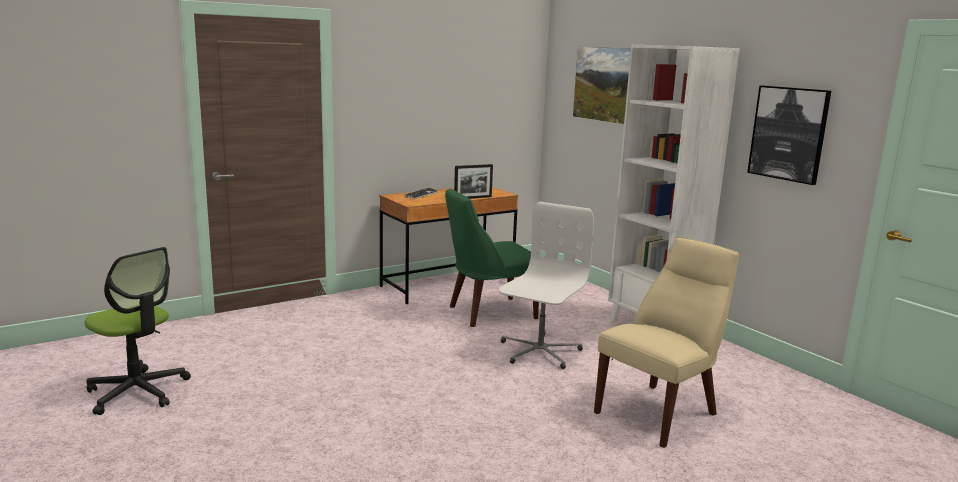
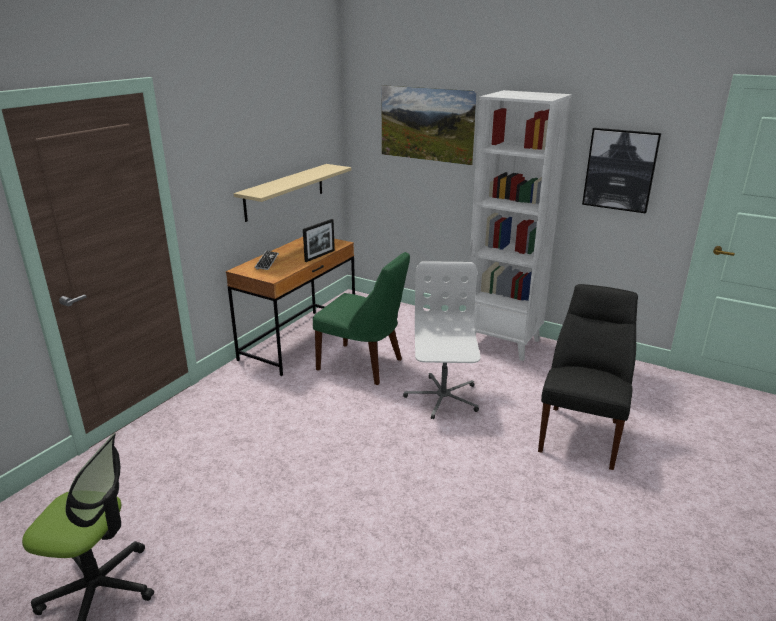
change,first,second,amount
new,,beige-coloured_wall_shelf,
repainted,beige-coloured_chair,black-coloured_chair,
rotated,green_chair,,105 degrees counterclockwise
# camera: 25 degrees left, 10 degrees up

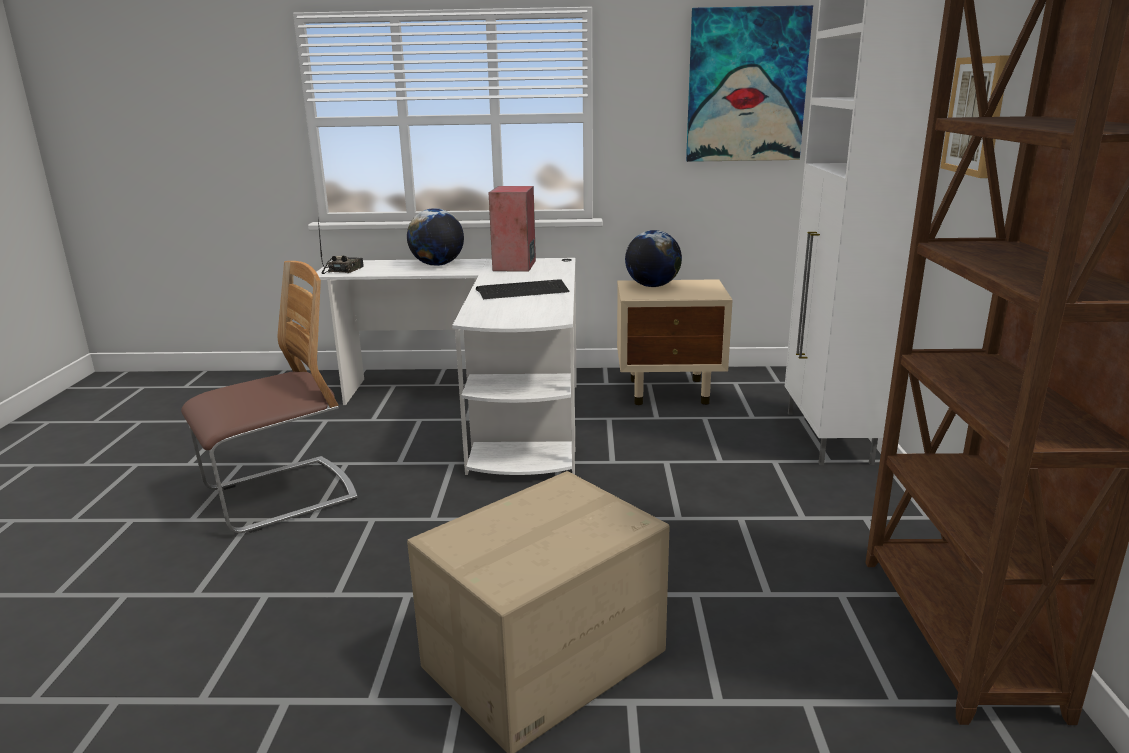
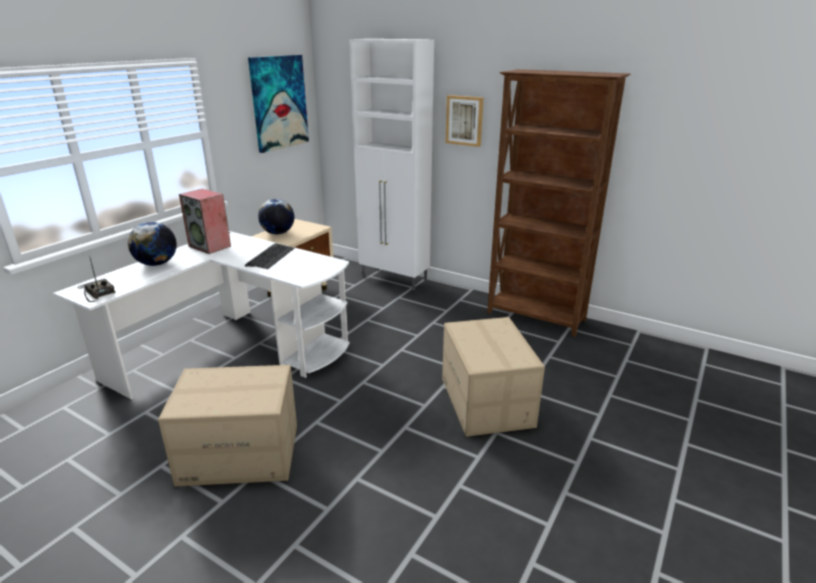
change,first,second,amount
swapped,chair,carton (no. 1 from left),
# camera: 60 degrees left, 5 degrees up

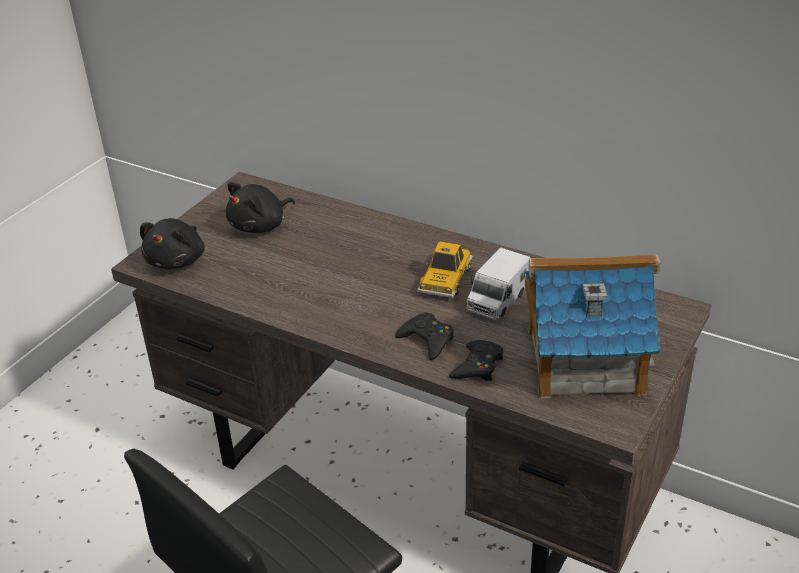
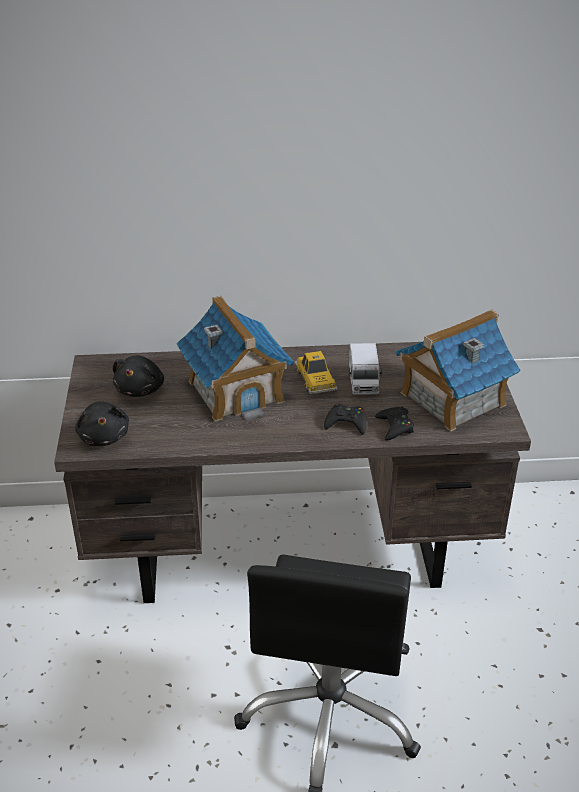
change,first,second,amount
new,,model_house (no. 1 from left),
# camera: 35 degrees left, 0 degrees up

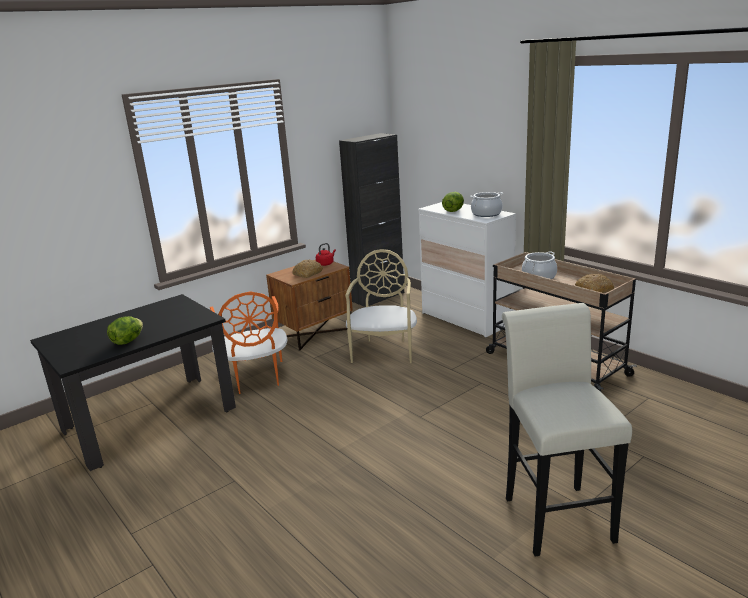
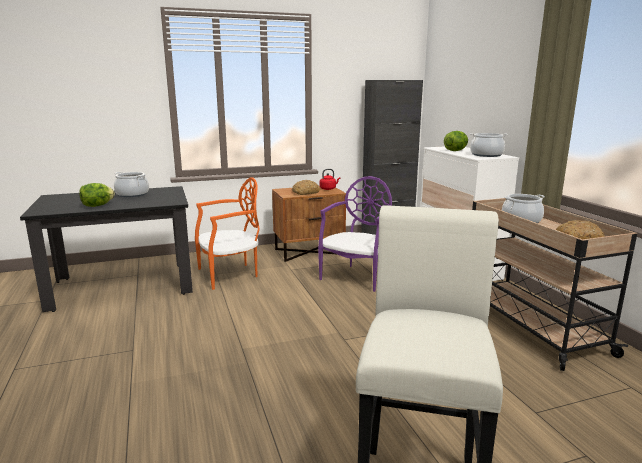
change,first,second,amount
new,,saucepot (no. 1 from left),
repainted,beige-coloured_chair,purplish_chair,
rotated,orange_chair,,120 degrees counterclockwise
# camera: 20 degrees right, 5 degrees down

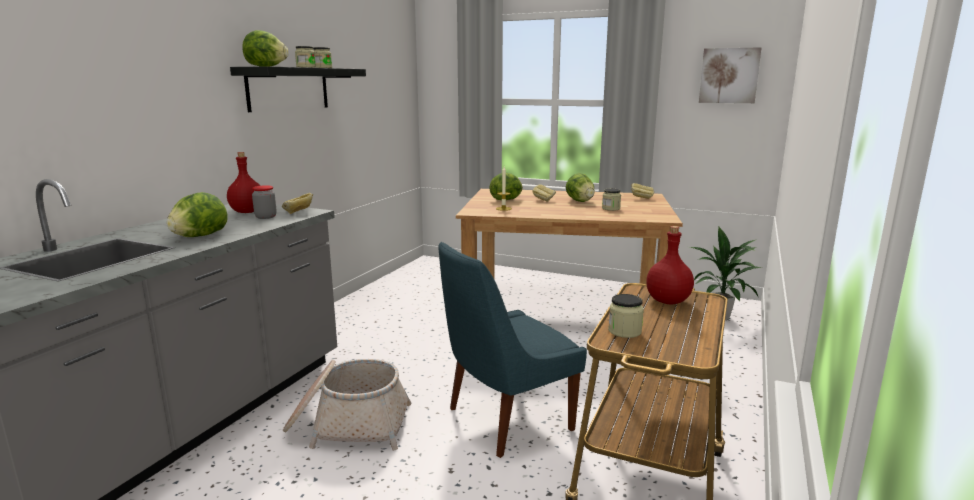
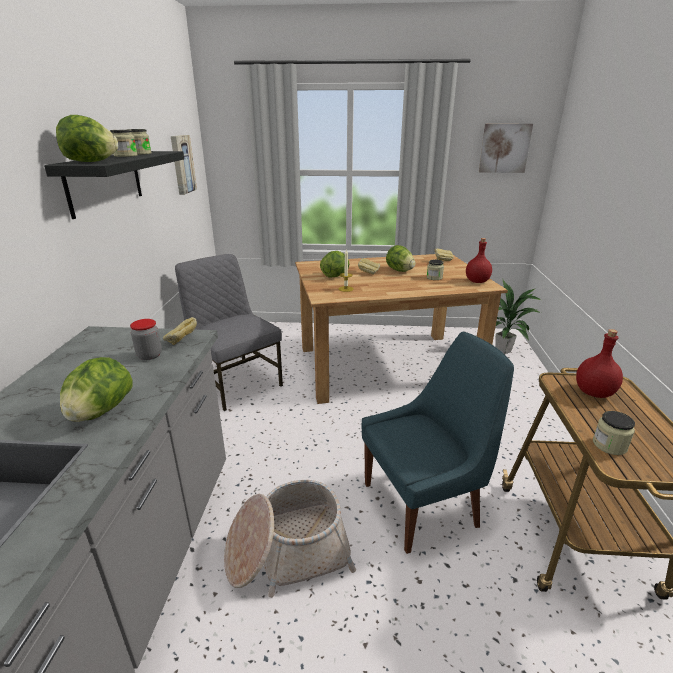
change,first,second,amount
new,,wall_art (no. 1 from left),
new,,grey_chair,
shifted,reddish_bottle (no. 1 from left),,
rotated,blue-coloured_chair,,150 degrees counterclockwise
# camera: 20 degrees left, 10 degrees up

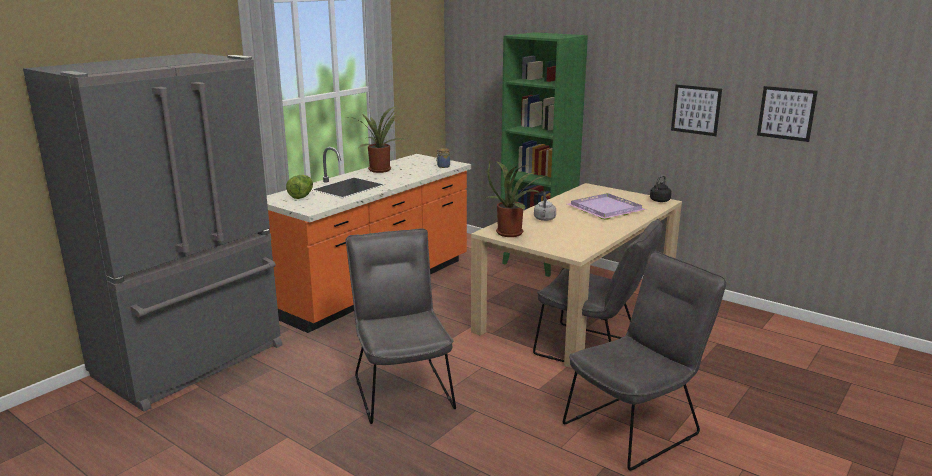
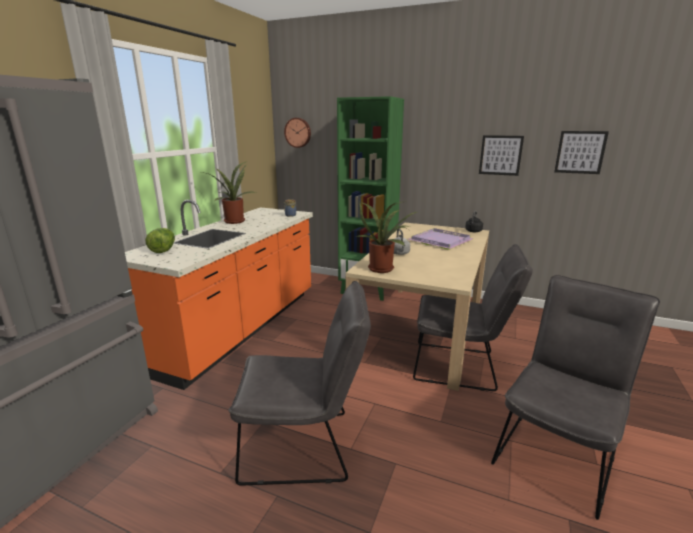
change,first,second,amount
new,,wall_clock,
rotated,grey_chair (no. 1 from left),,120 degrees clockwise
# camera: 15 degrees left, 0 degrees up

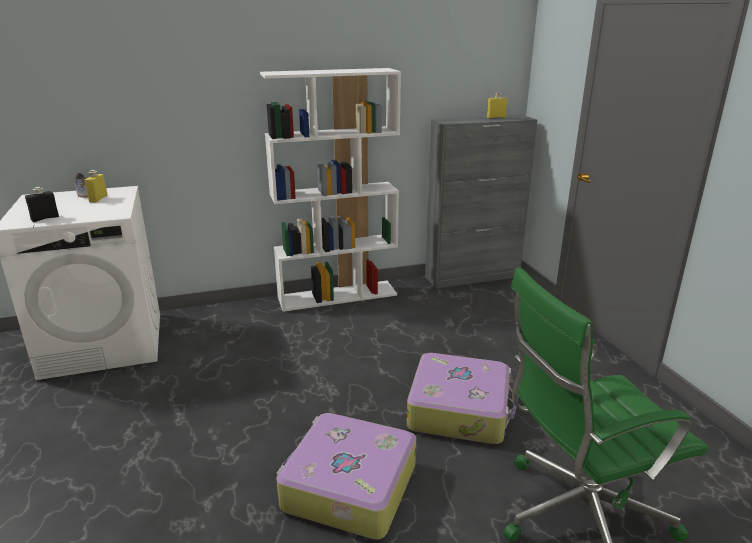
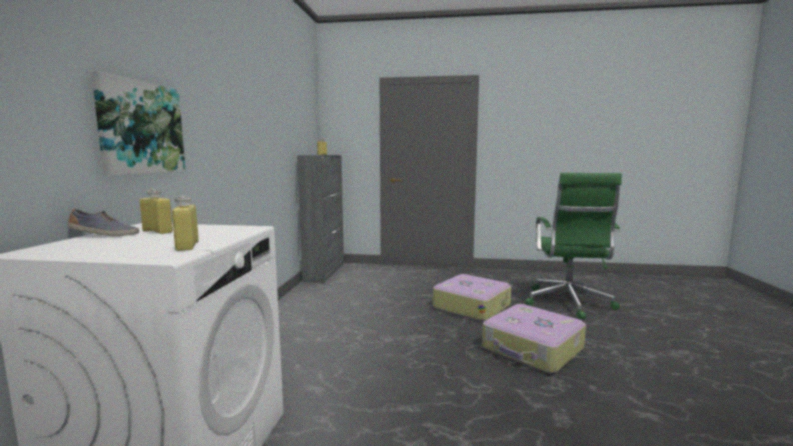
change,first,second,amount
gone,whitish_bookshelf,,
new,,wall_art,
repainted,black-coloured_bottle,yellow_bottle (no. 2 from left),
# camera: 65 degrees left, 15 degrees down

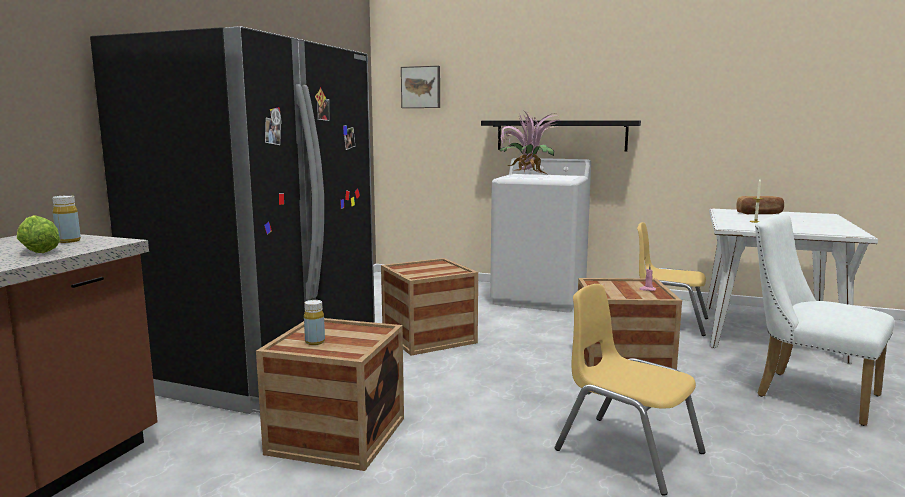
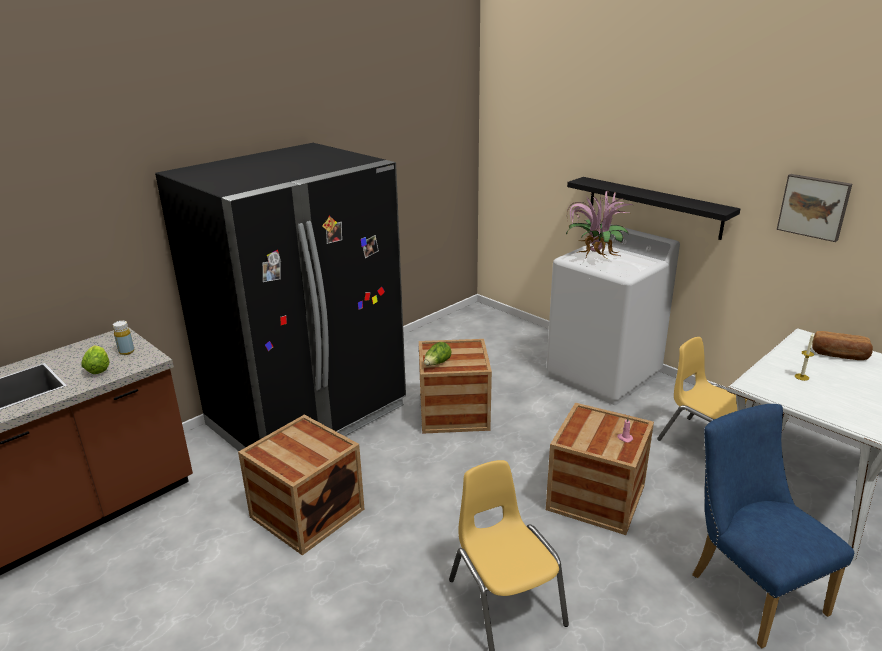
change,first,second,amount
gone,yellow_bottle (no. 2 from left),,
new,,lettuce (no. 2 from left),
shifted,wall_art,,
repainted,whitish_chair,blue-coloured_chair,
# camera: 25 degrees right, 15 degrees up

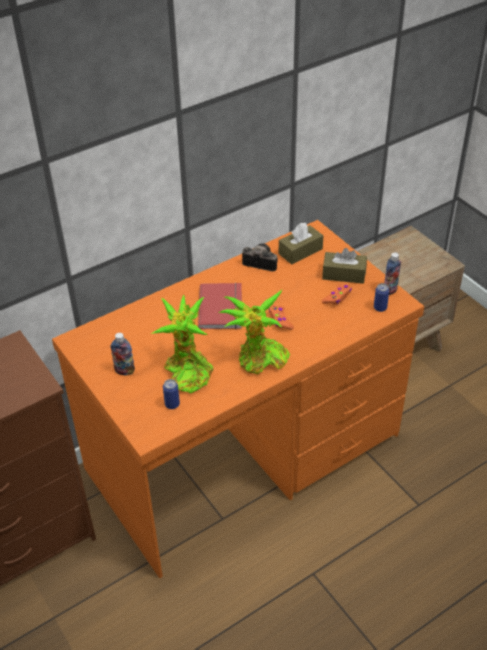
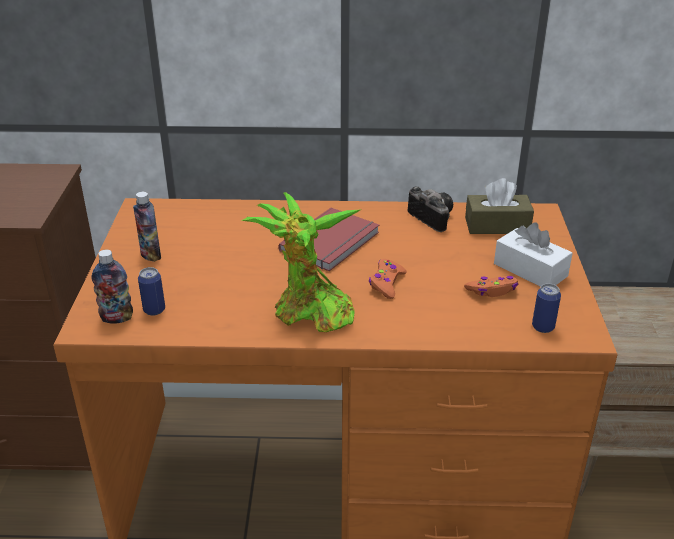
change,first,second,amount
gone,houseplant (no. 1 from left),,
shifted,bottle (no. 2 from left in the first image),bottle (no. 1 from left),
repainted,brown-coloured_tissue_holder (no. 2 from left),whitish_tissue_holder,
# camera: 35 degrees right, 10 degrees down

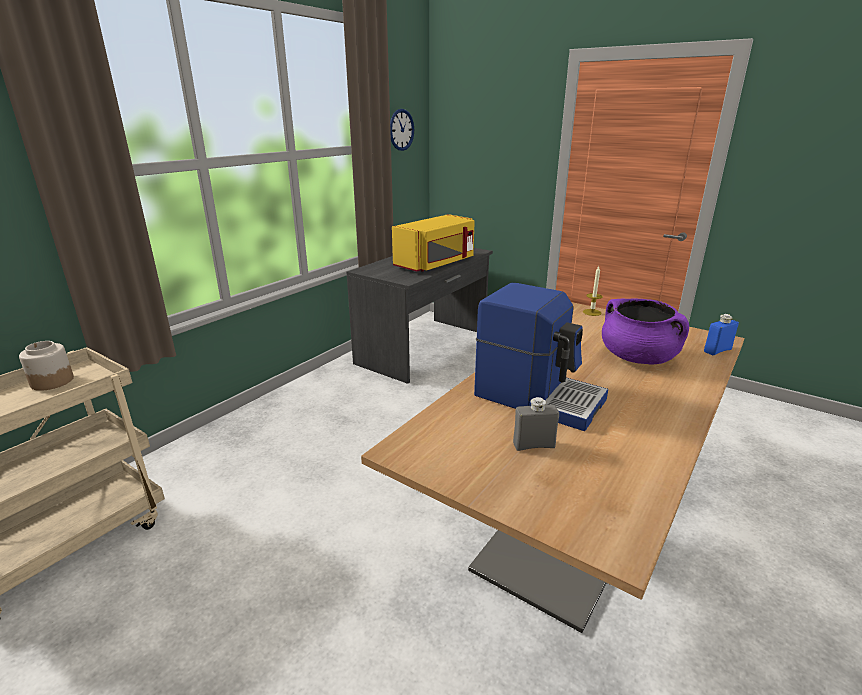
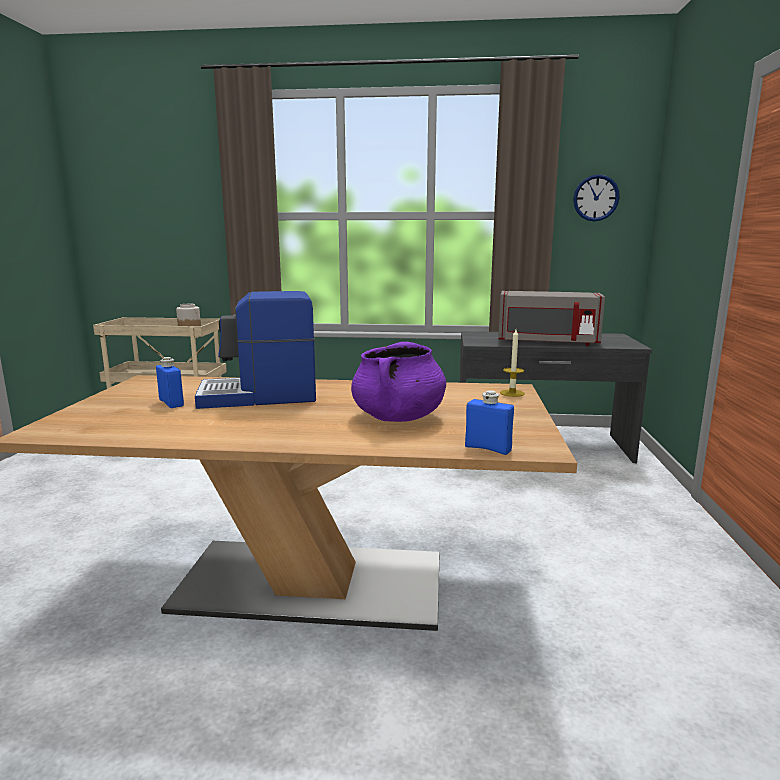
change,first,second,amount
repainted,yellow_microwave_oven,grey_microwave_oven,
repainted,grey_bottle,blue-coloured_bottle (no. 1 from left),
rotated,coffee_maker,,75 degrees clockwise
# camera: 60 degrees right, 10 degrees down

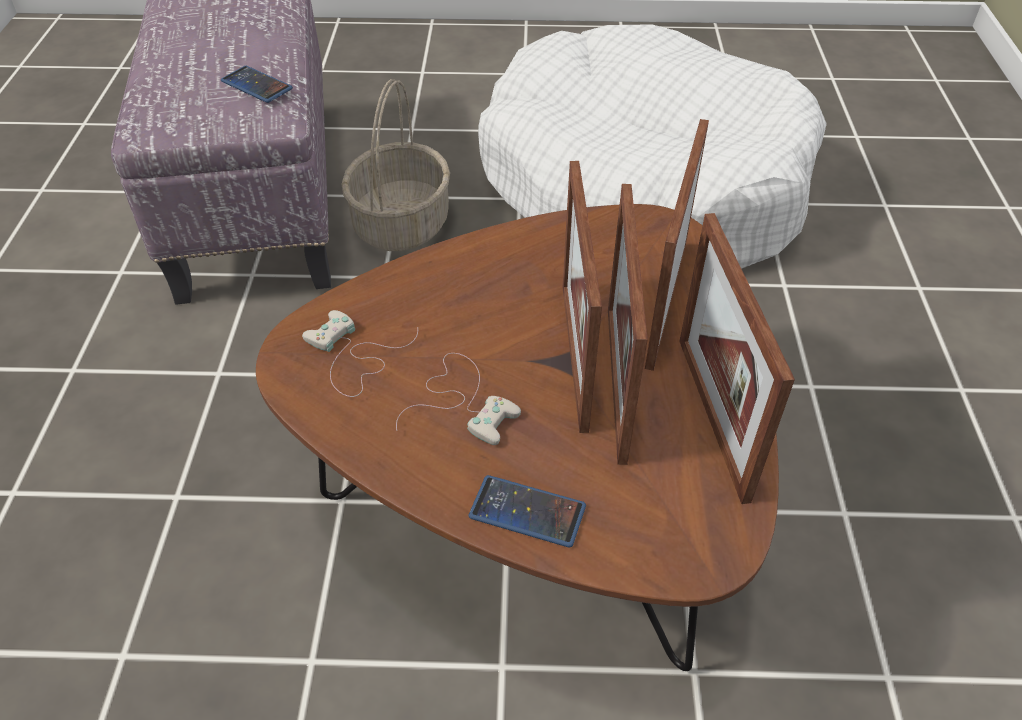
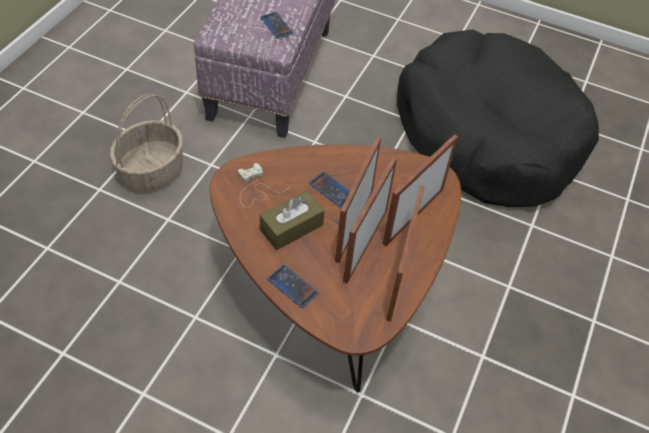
change,first,second,amount
new,,handset (no. 3 from left),
shifted,basket,,
swapped,whitish_game_controller (no. 2 from left),brown-coloured_tissue_holder,
repainted,whitish_dog_cushion,black-coloured_dog_cushion,
# camera: 20 degrees right, 5 degrees up

